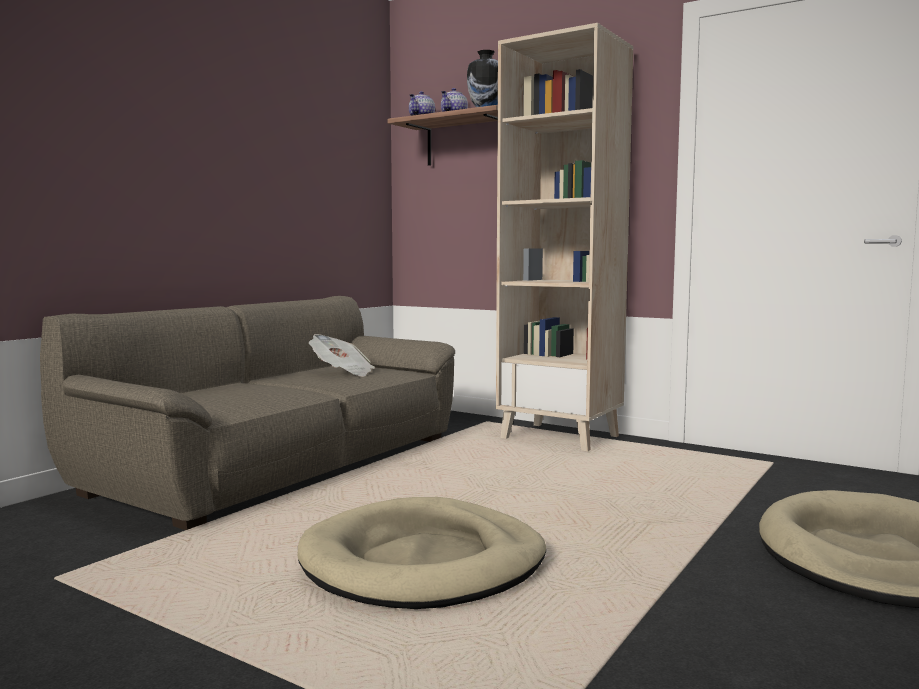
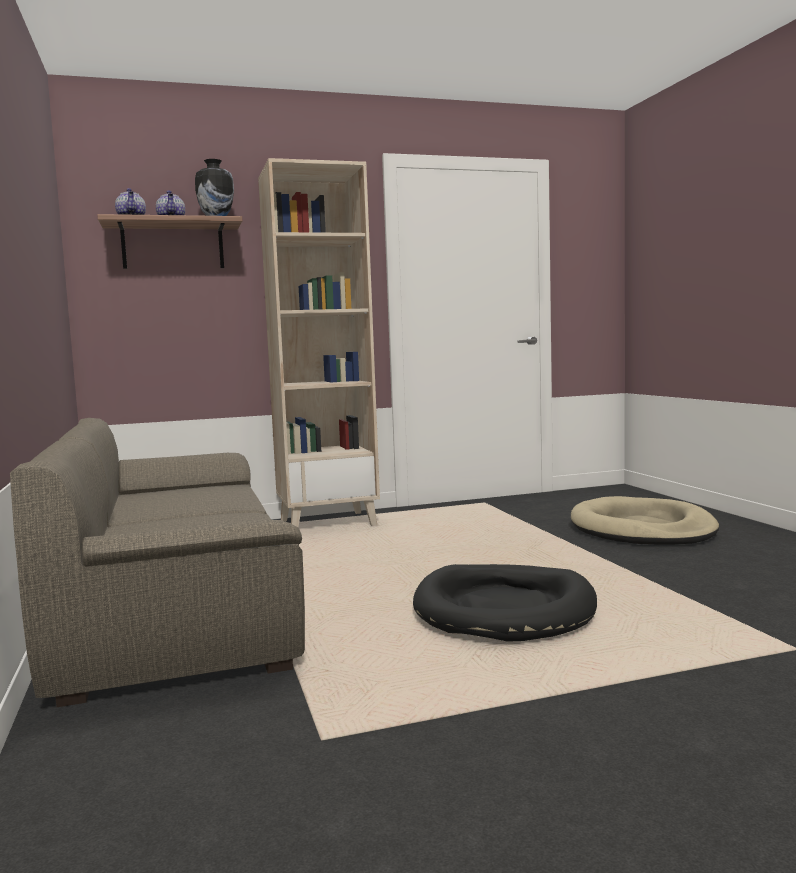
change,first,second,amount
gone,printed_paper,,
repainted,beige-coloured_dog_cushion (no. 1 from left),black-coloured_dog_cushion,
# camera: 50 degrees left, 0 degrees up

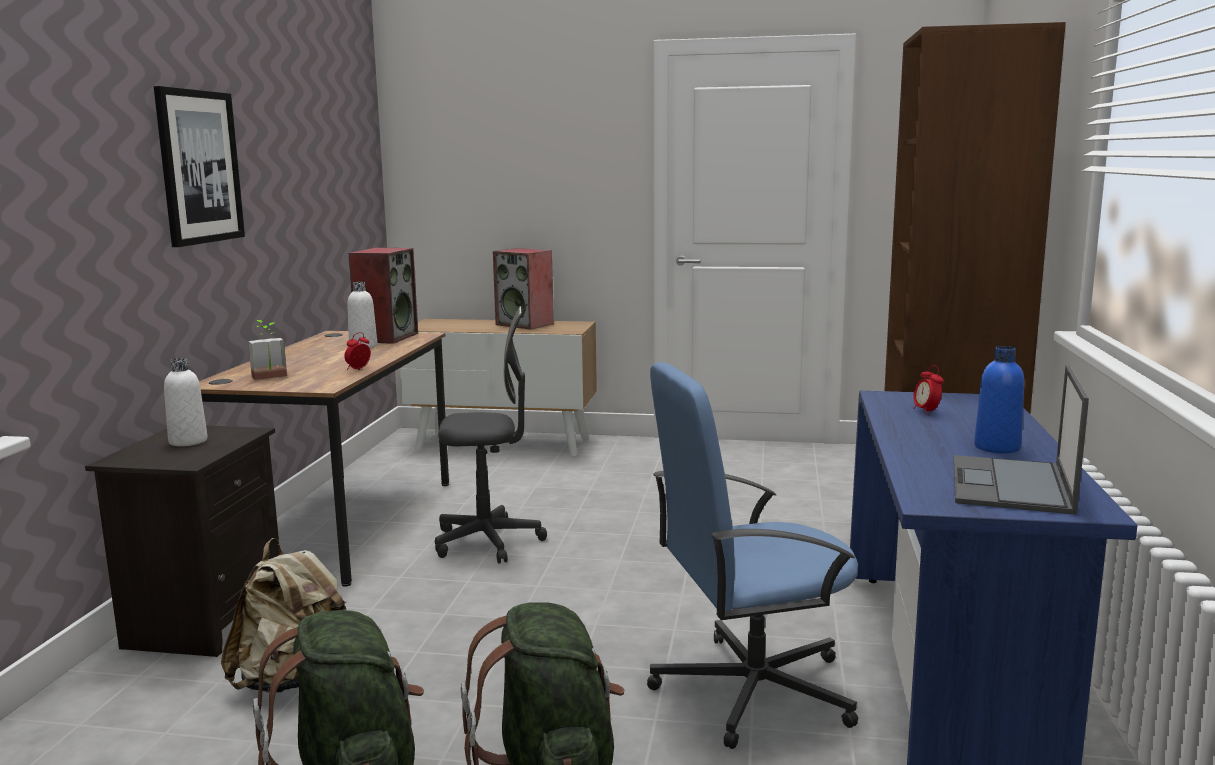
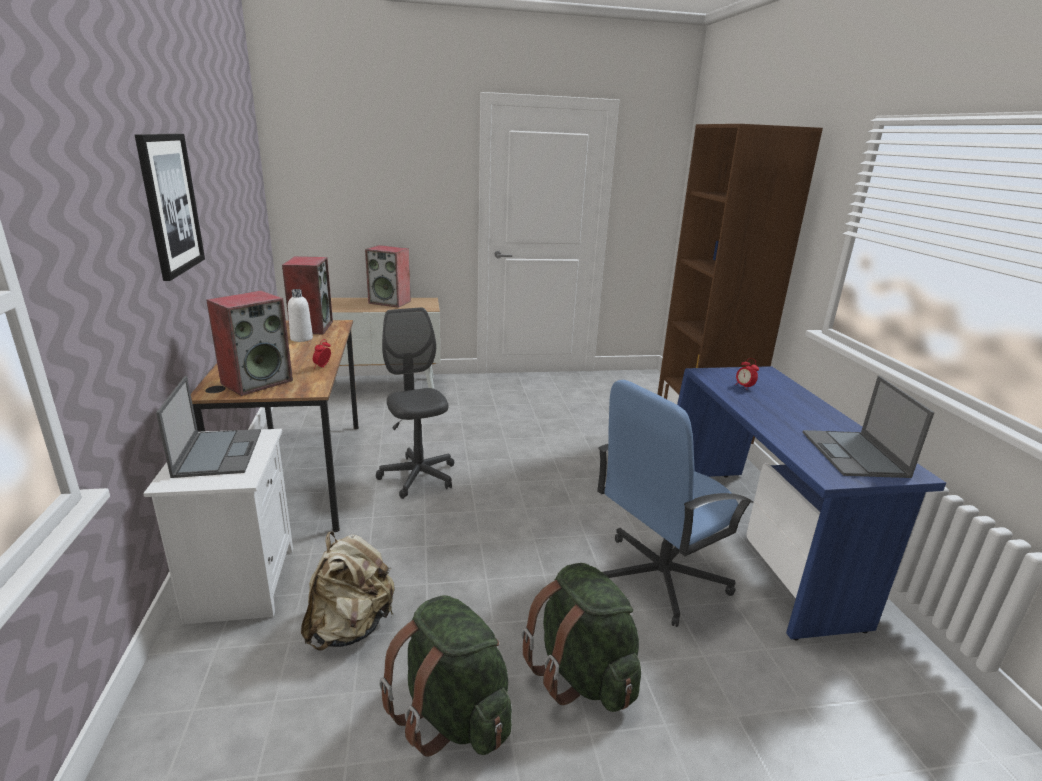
change,first,second,amount
gone,blue-coloured_bottle,,
swapped,whitish_bottle (no. 1 from left),laptop (no. 1 from left),
swapped,houseplant,speaker (no. 1 from left),
repainted,black-coloured_nightstand,whitish_nightstand,
rotated,grey_office_chair,,90 degrees counterclockwise
# camera: 20 degrees left, 10 degrees up

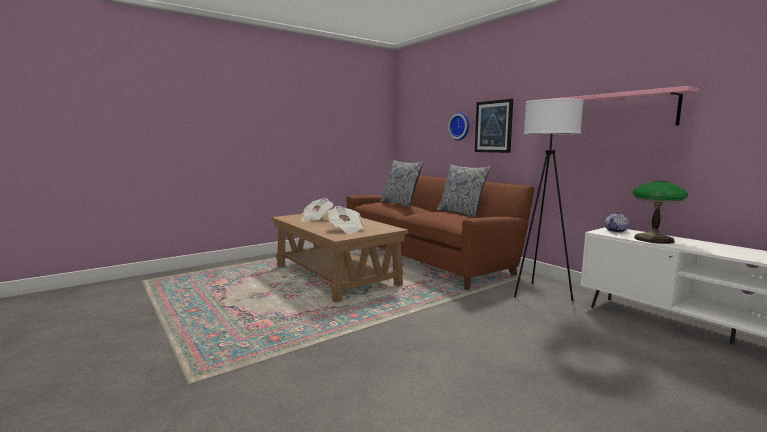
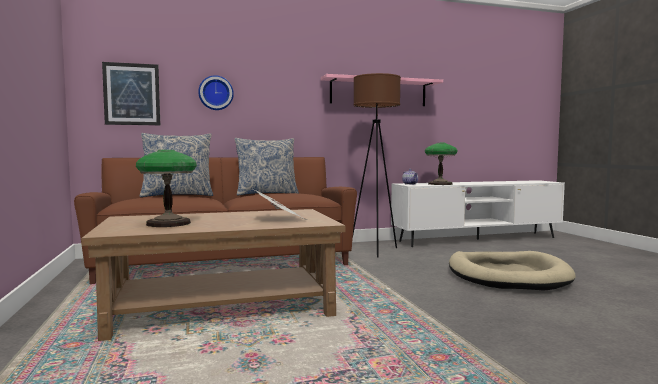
change,first,second,amount
new,,beige-coloured_dog_cushion,
shifted,wall_art,,
swapped,printed_paper (no. 1 from left),lamp_for_a_table (no. 1 from left),
repainted,whitish_floor_lamp,brown-coloured_floor_lamp,
# camera: 70 degrees left, 5 degrees down

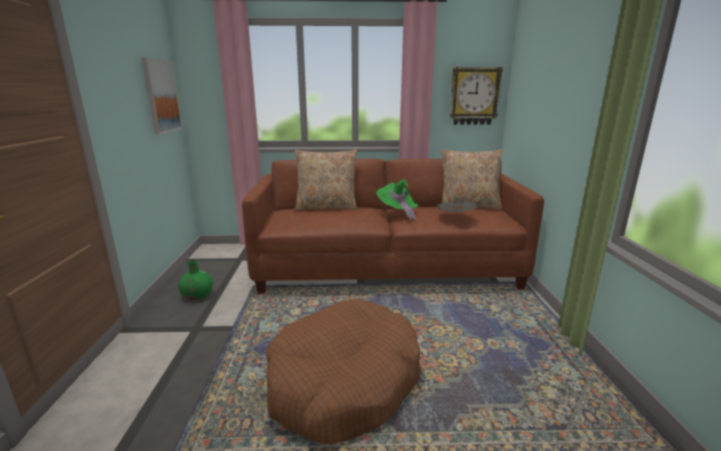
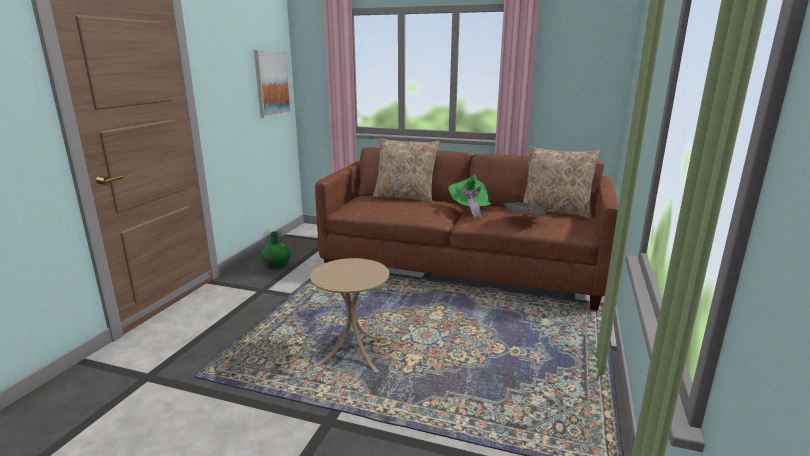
change,first,second,amount
gone,wall_clock,,
swapped,brown-coloured_dog_cushion,beige-coloured_side_table,
# camera: 20 degrees right, 0 degrees up

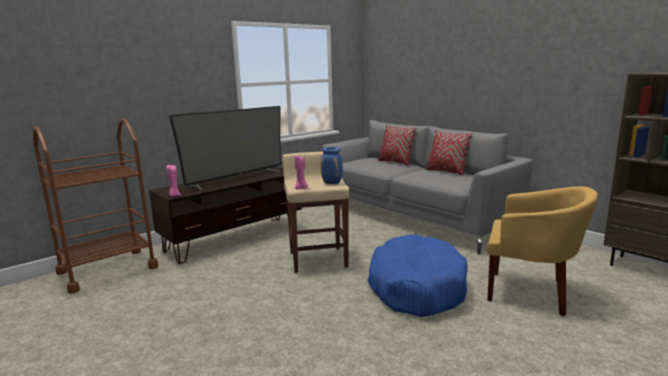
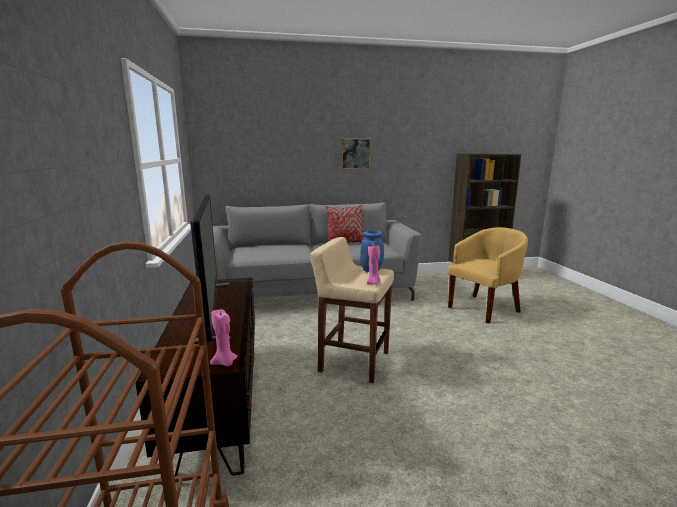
change,first,second,amount
gone,blue-coloured_dog_cushion,,
gone,reddish_throw_pillow (no. 1 from left),,
new,,wall_art,
# camera: 60 degrees left, 0 degrees up

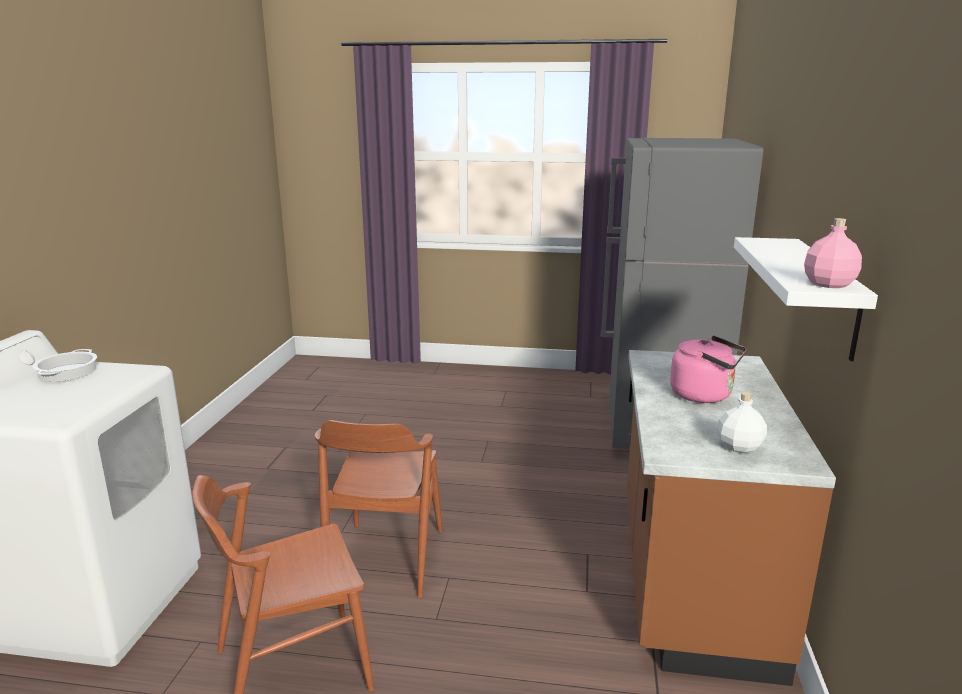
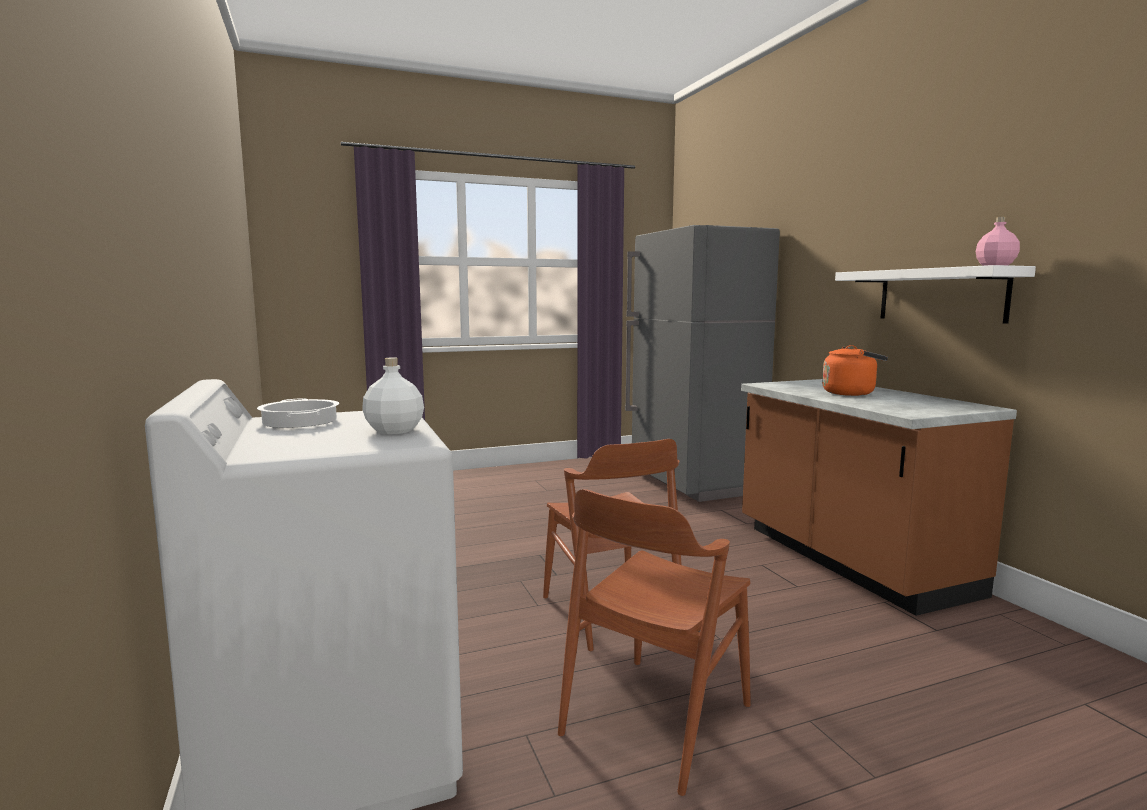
change,first,second,amount
shifted,whitish_bottle,,
repainted,pink_tea_kettle,orange_tea_kettle,
# camera: 30 degrees left, 10 degrees down

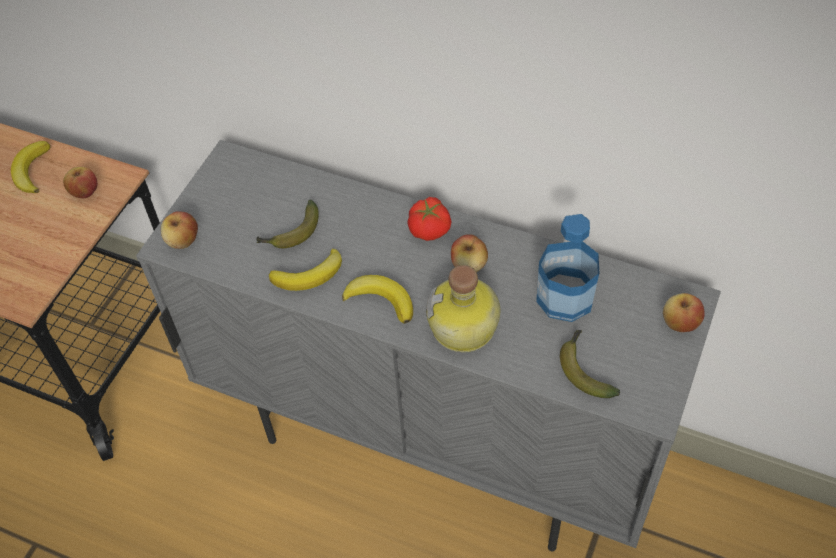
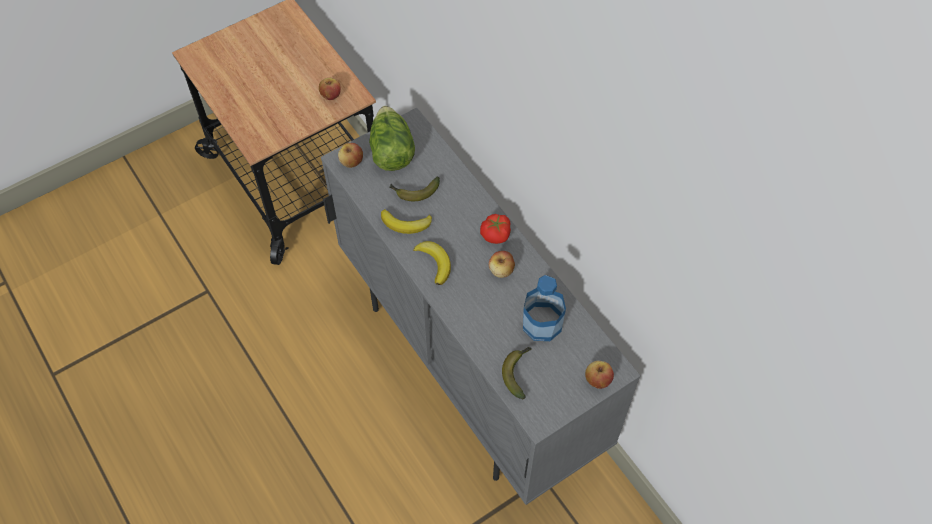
change,first,second,amount
gone,whole_banana (no. 1 from left),,
gone,bottle (no. 1 from left),,
new,,lettuce,
# camera: 30 degrees right, 5 degrees up

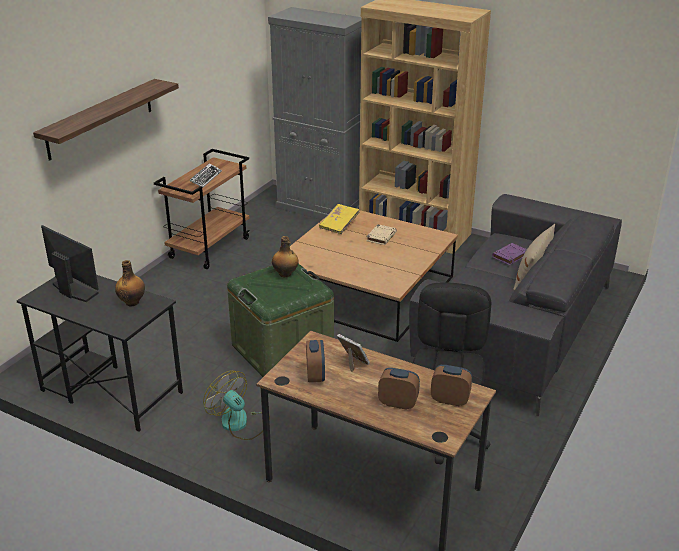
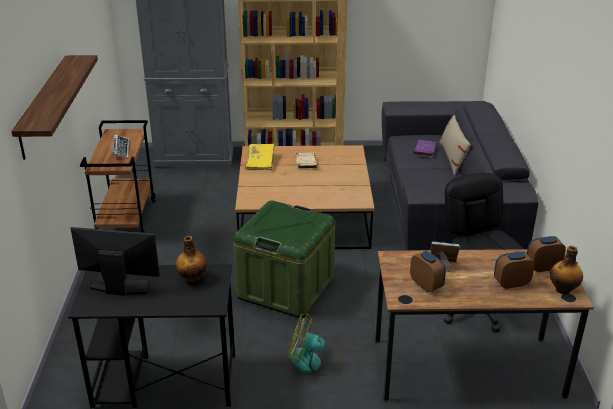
change,first,second,amount
shifted,bottle (no. 2 from left),,
# camera: 30 degrees left, 0 degrees up

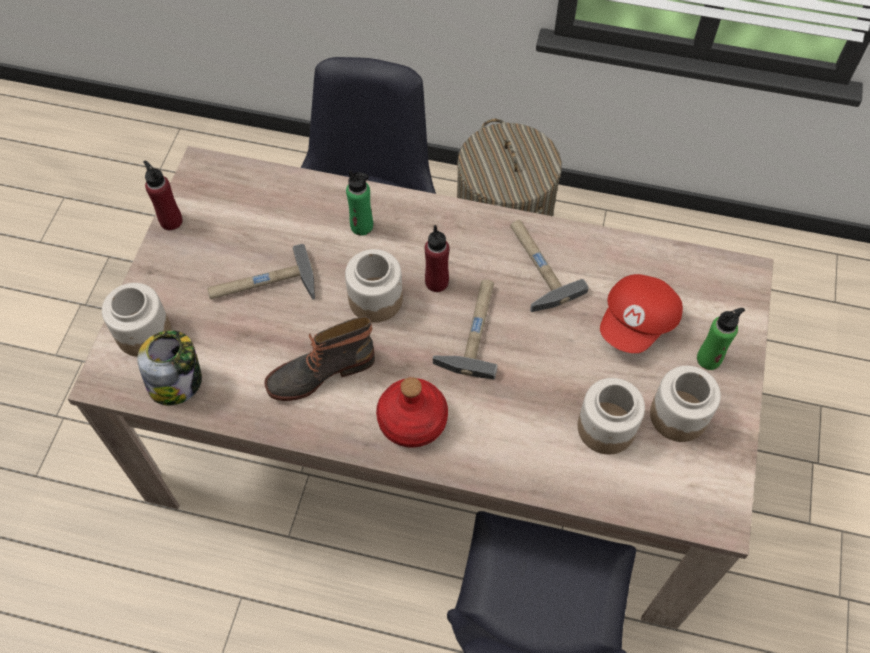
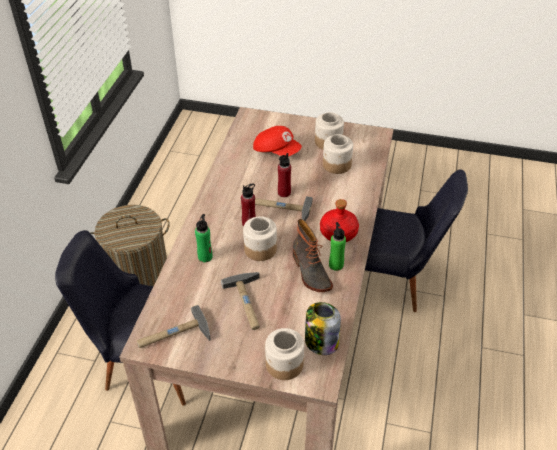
change,first,second,amount
shifted,reddish_bottle (no. 1 from left in the first image),reddish_bottle (no. 2 from left),
shifted,hand_hammer (no. 3 from left in the first image),hand_hammer (no. 1 from left),
shifted,green_bottle (no. 2 from left),,
# camera: 90 degrees left, 15 degrees down

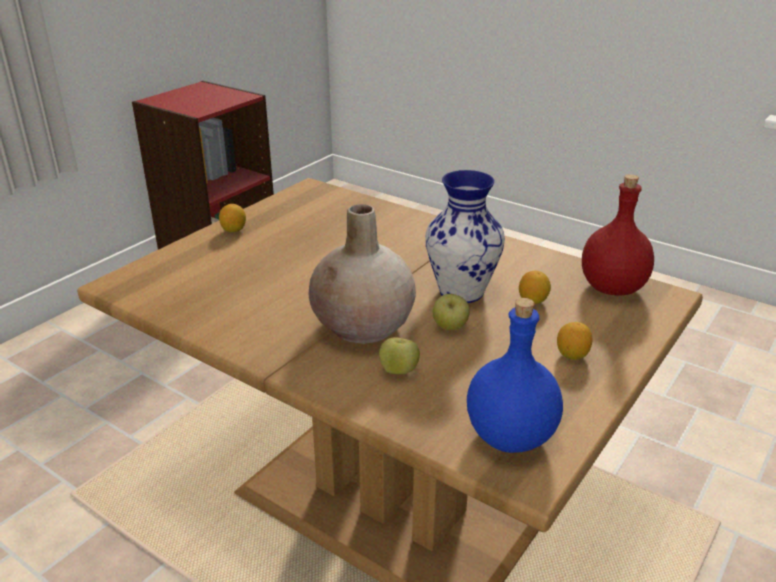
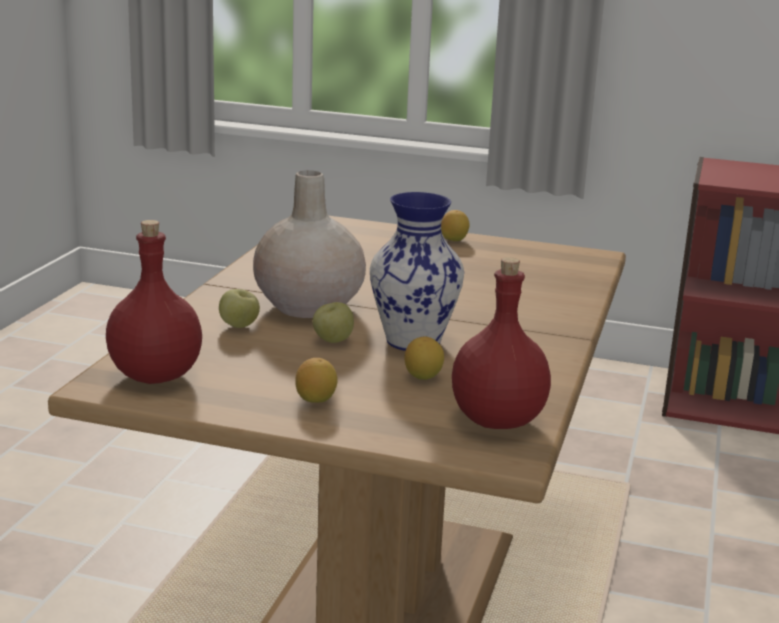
change,first,second,amount
repainted,blue-coloured_bottle,reddish_bottle (no. 1 from left),
# camera: 70 degrees right, 10 degrees down

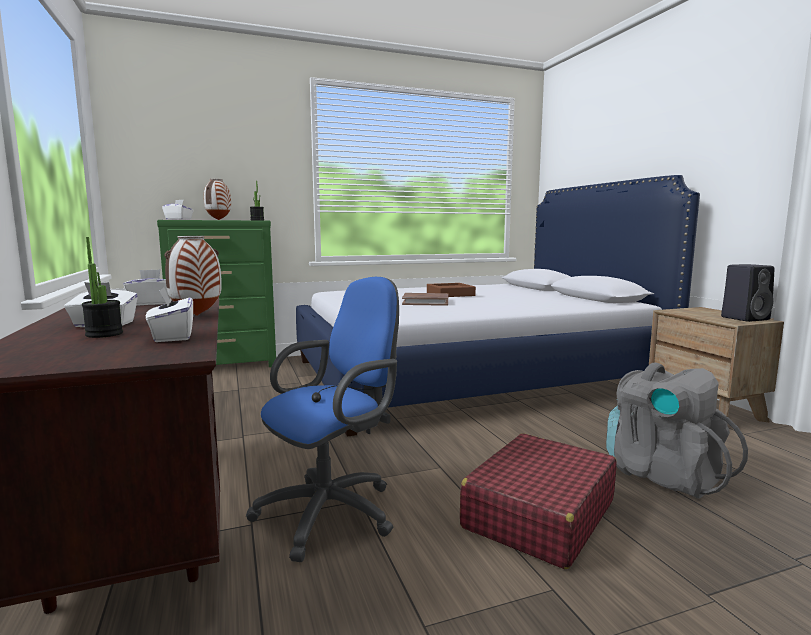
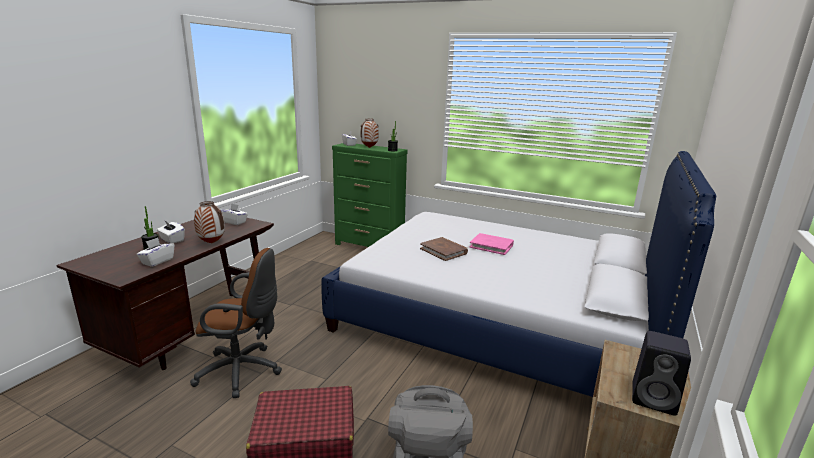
change,first,second,amount
swapped,brown-coloured_serving_tray,pink_bound_book,
repainted,blue-coloured_office_chair,brown-coloured_office_chair,
# camera: 45 degrees right, 10 degrees up

